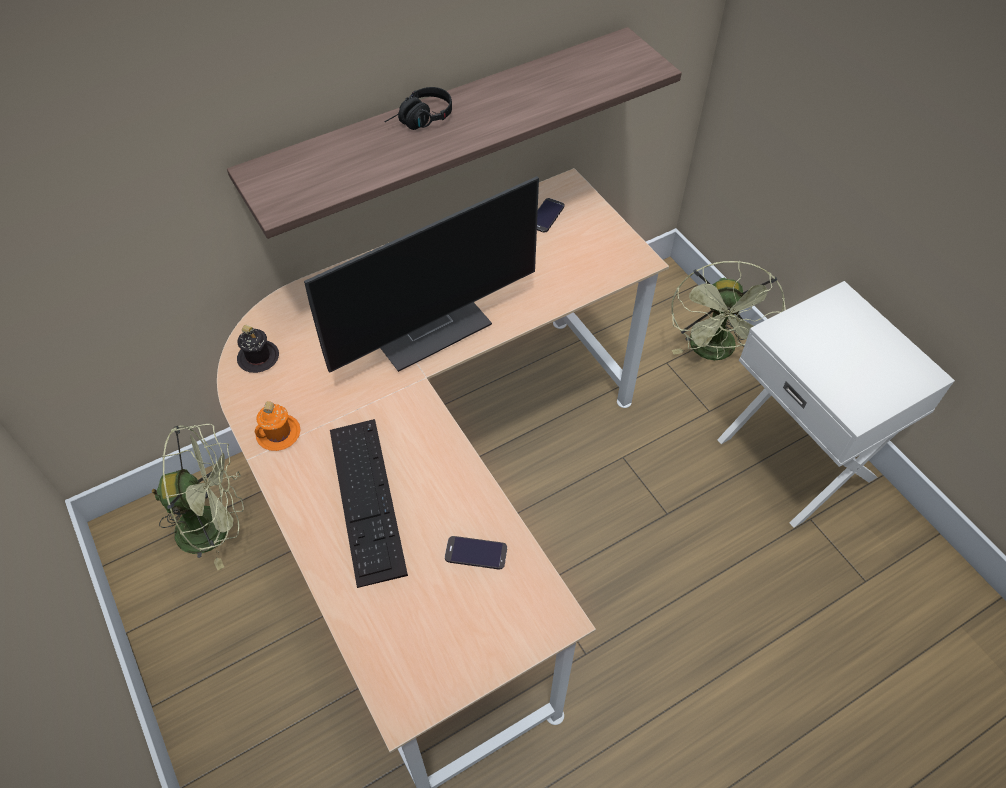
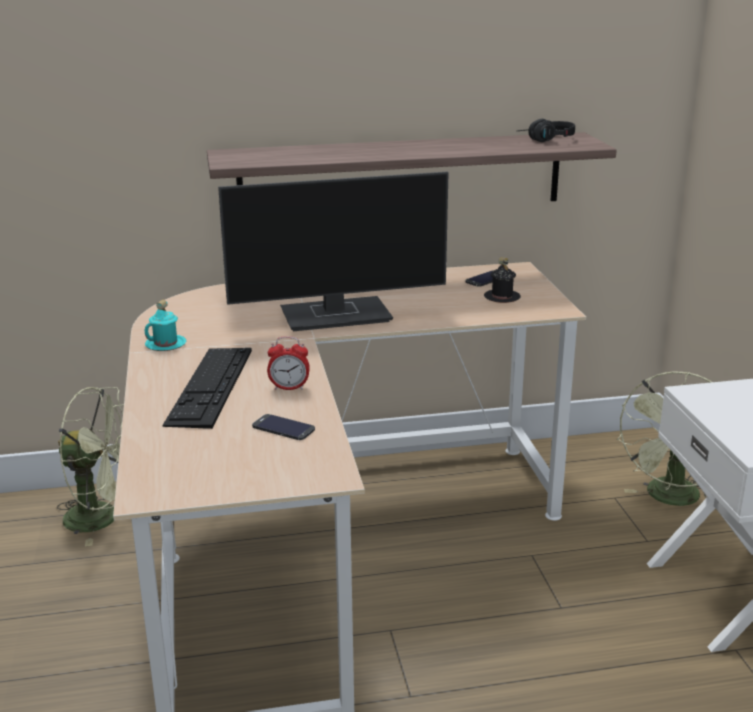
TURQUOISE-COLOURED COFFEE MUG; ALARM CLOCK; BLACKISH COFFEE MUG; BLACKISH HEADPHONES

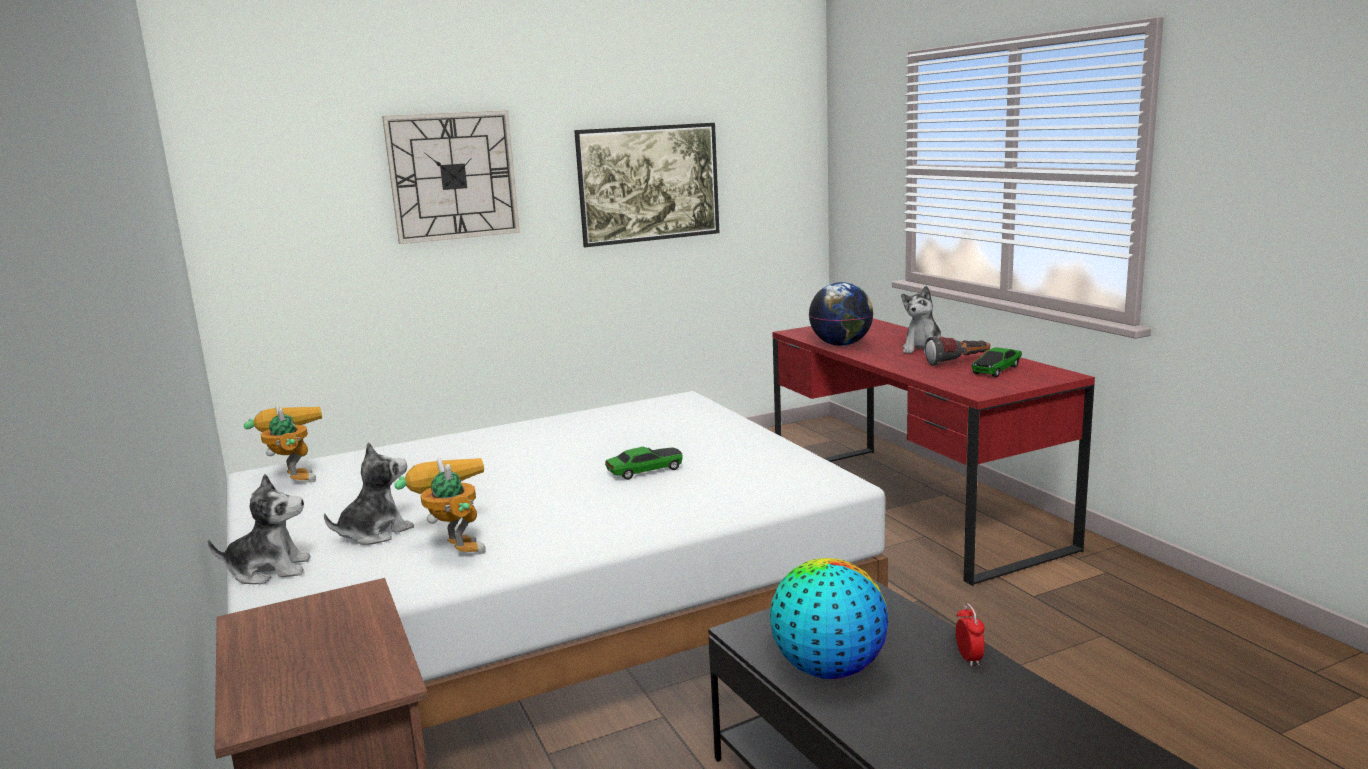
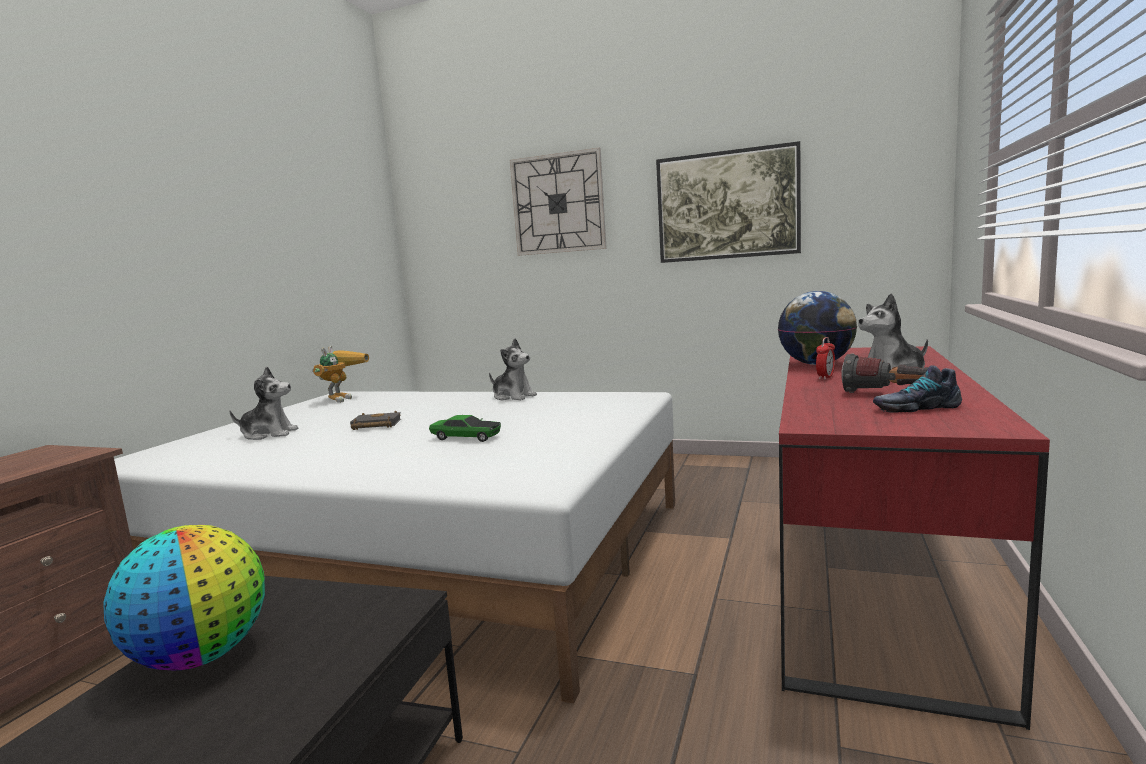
BLACKISH BOUND BOOK; PLUSH TOY (2nd from left); ALARM CLOCK; SHOE; ROBOT FIGURE (2nd from left in the first image)

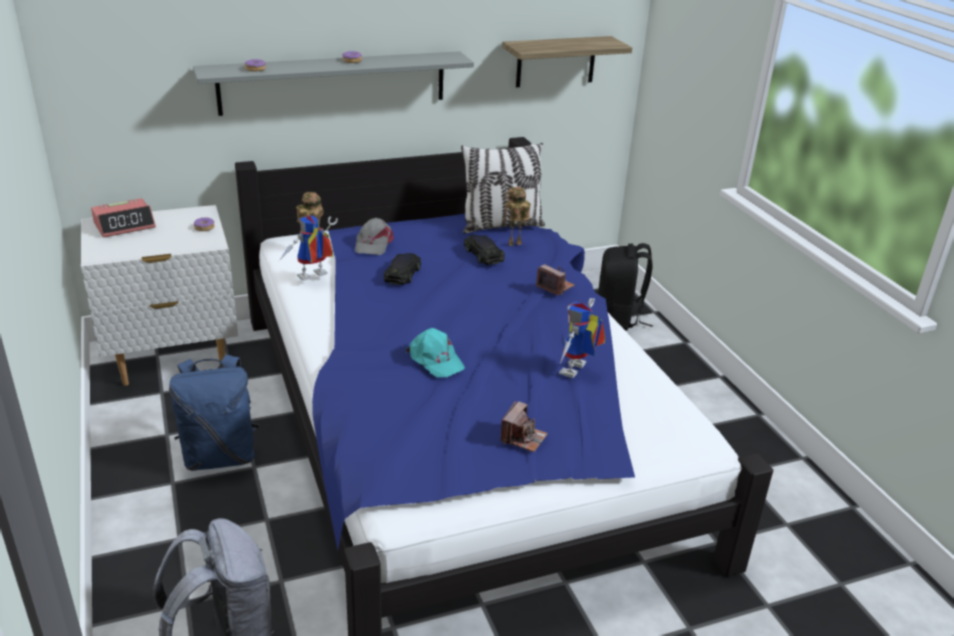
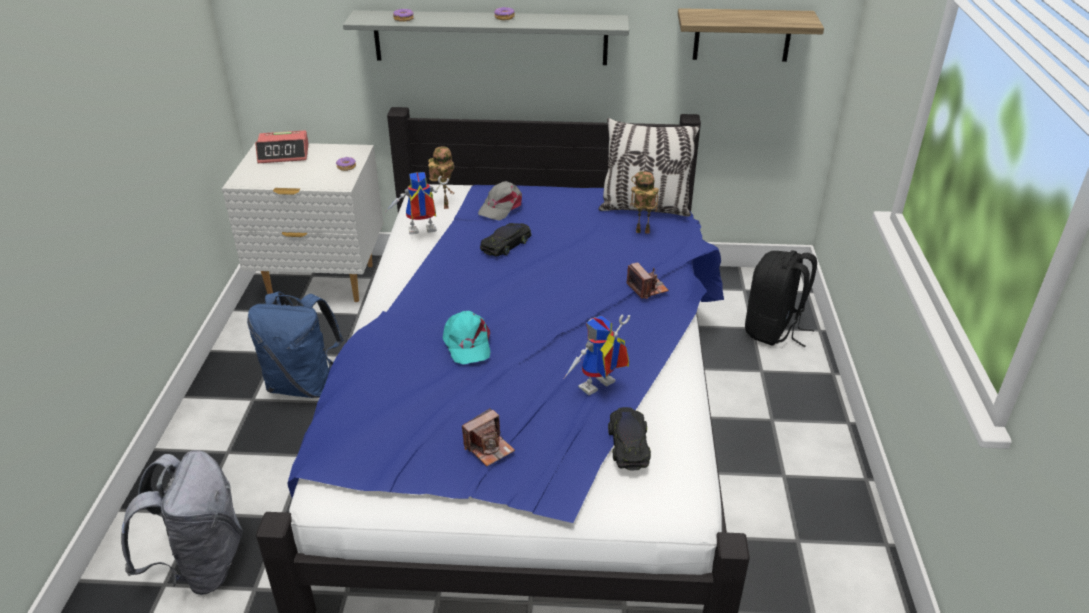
BLACKISH TOY CAR (2nd from left)

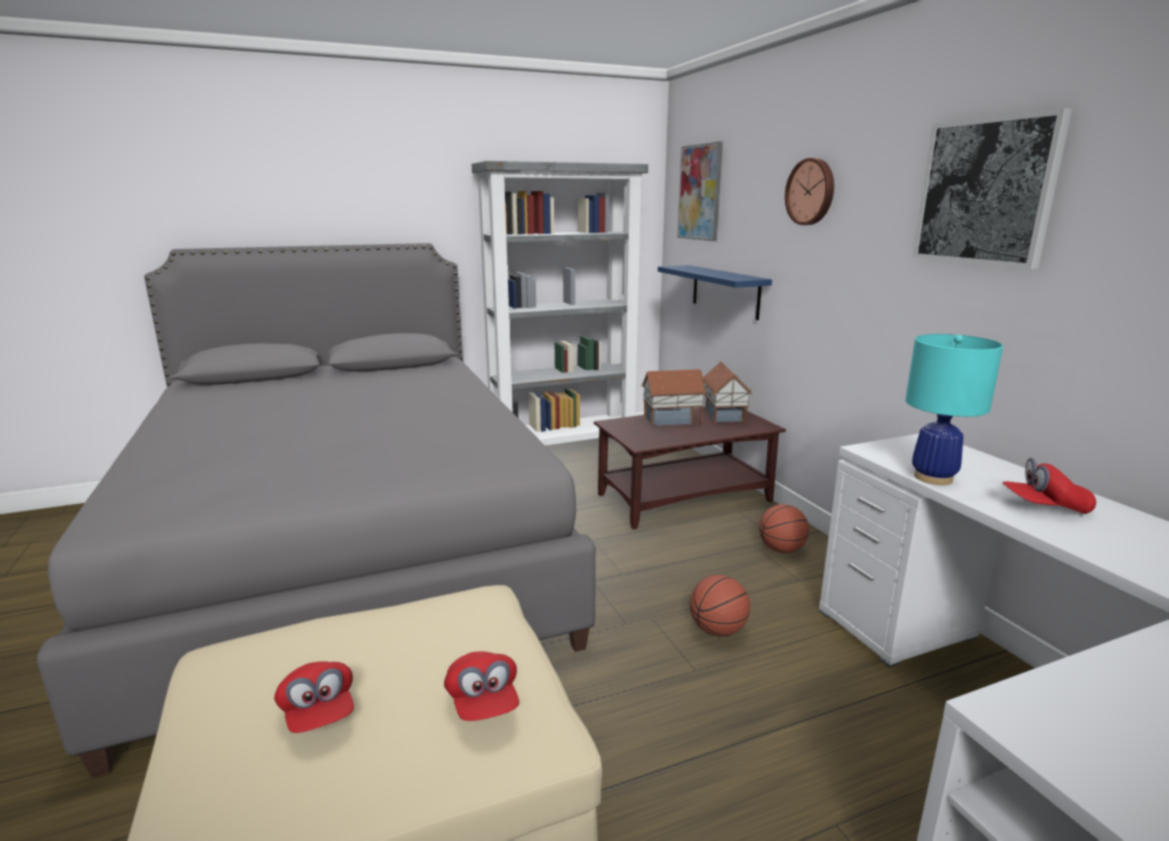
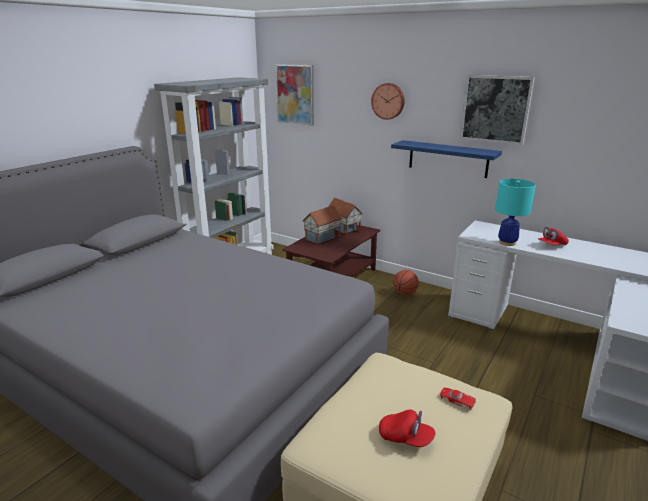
BLUE-COLOURED WALL SHELF; RED-COLOURED TOY CAR; BASKETBALL BALL (1st from left in the first image)

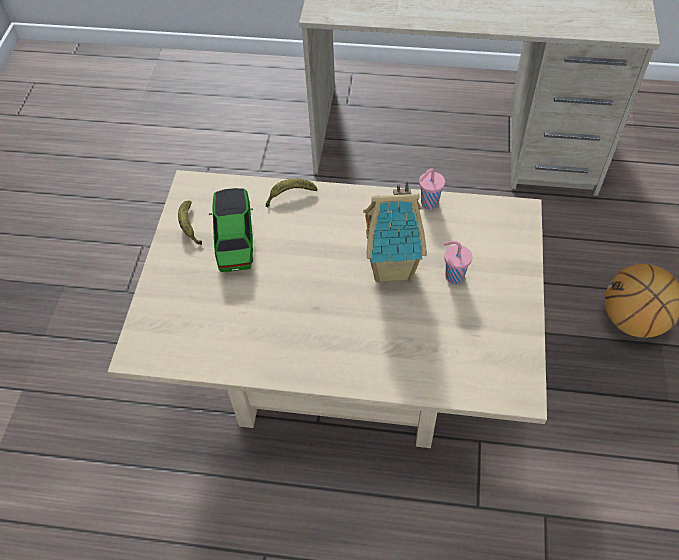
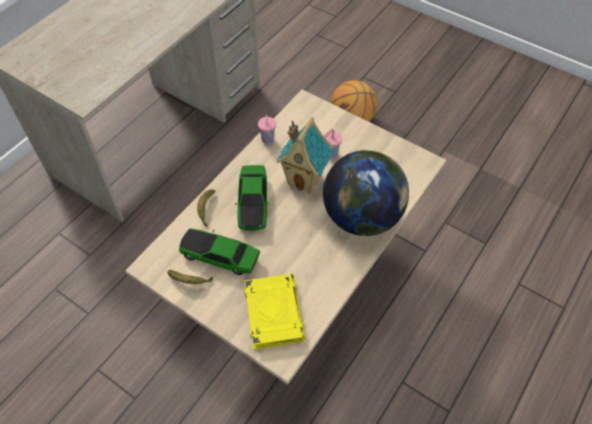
TOY CAR (2nd from left); YELLOW BOUND BOOK; WORLD GLOBE

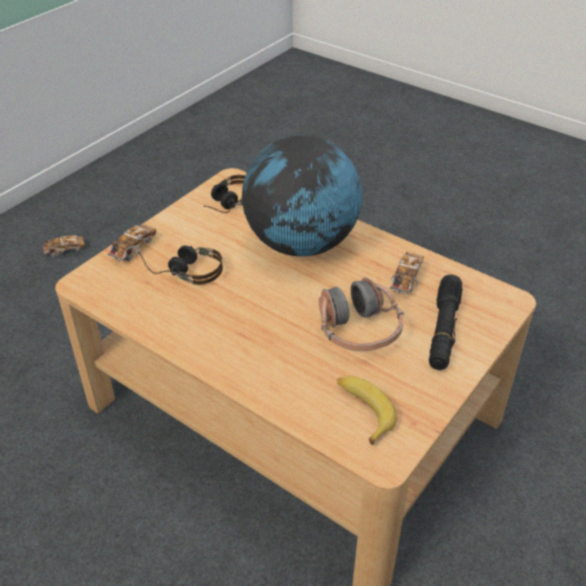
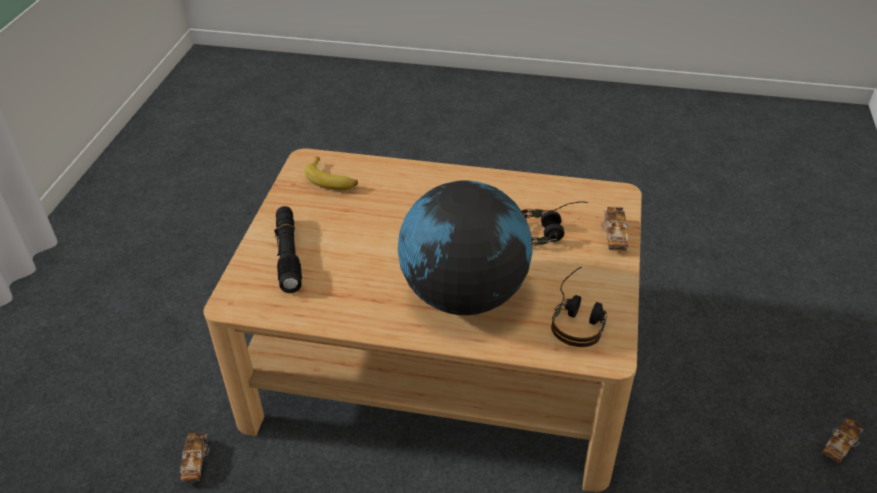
TOY CAR (1st from left); HEADPHONES (3rd from left in the first image)

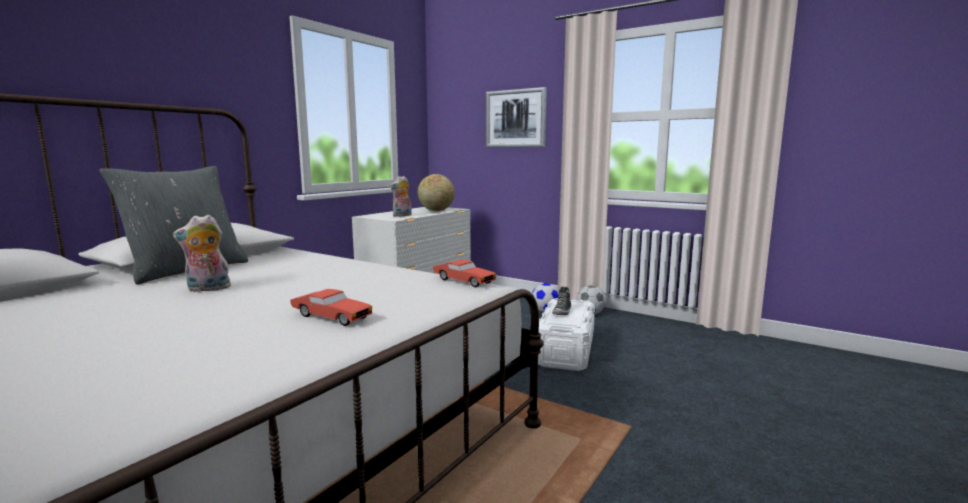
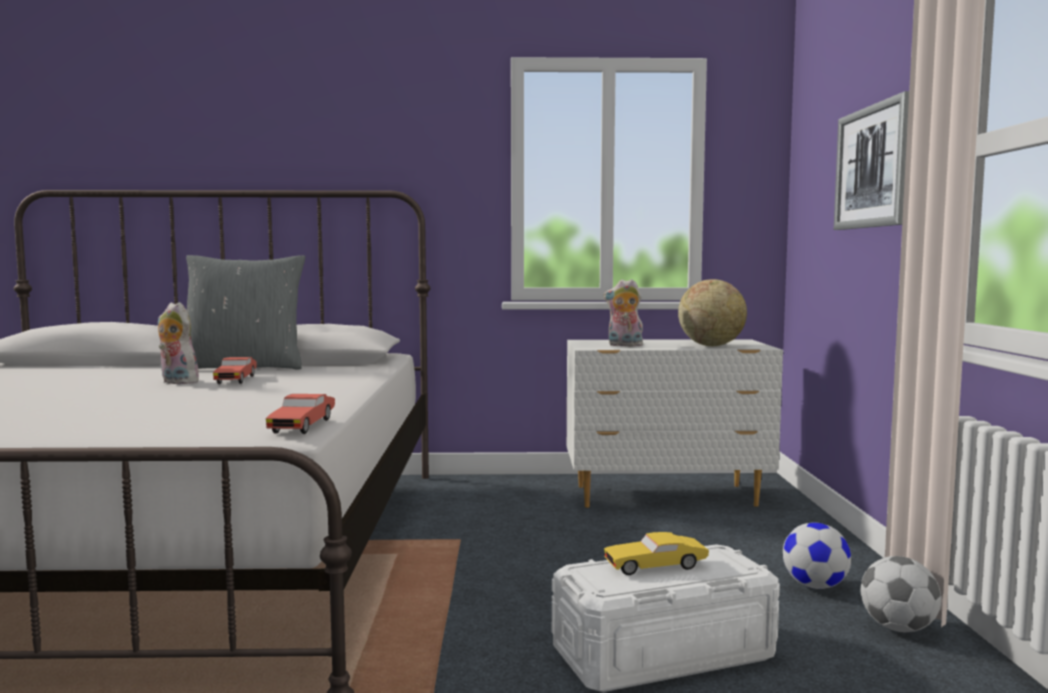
RED-COLOURED TOY CAR (1st from left); YELLOW TOY CAR

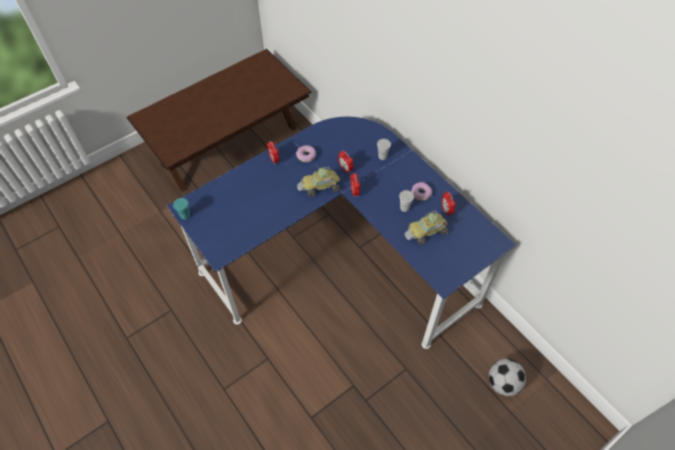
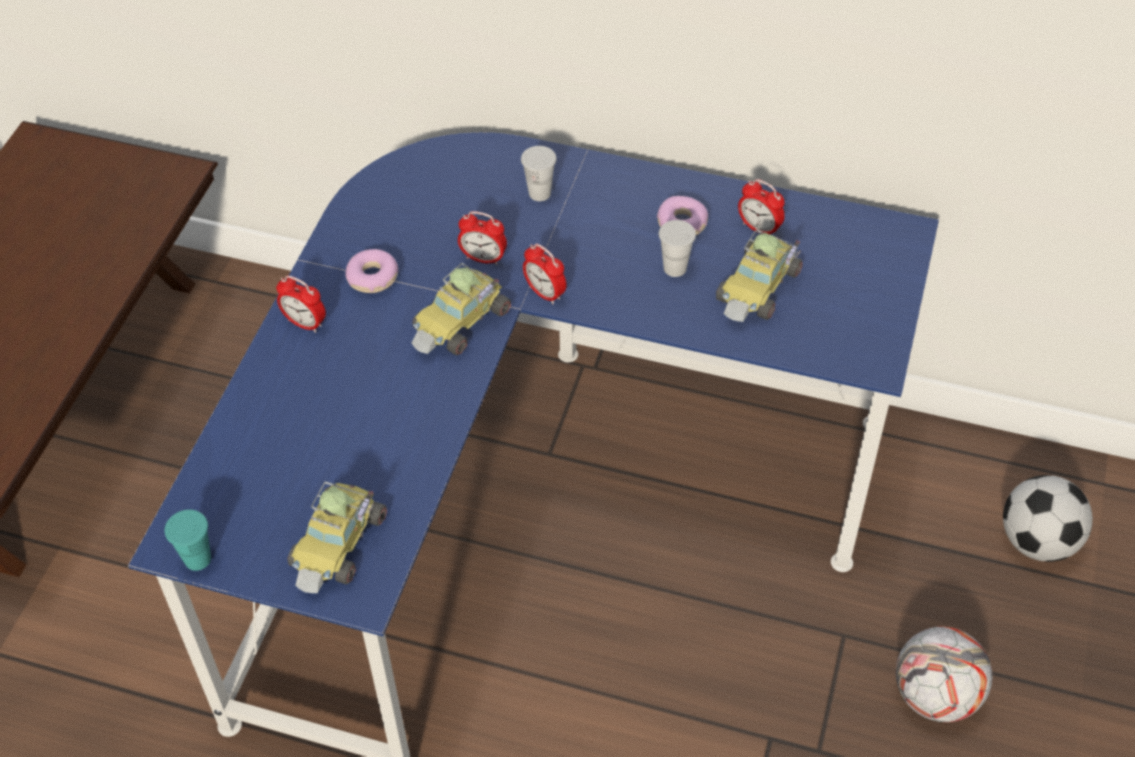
TOY CAR (1st from left); FOOTBALL BALL (1st from left)

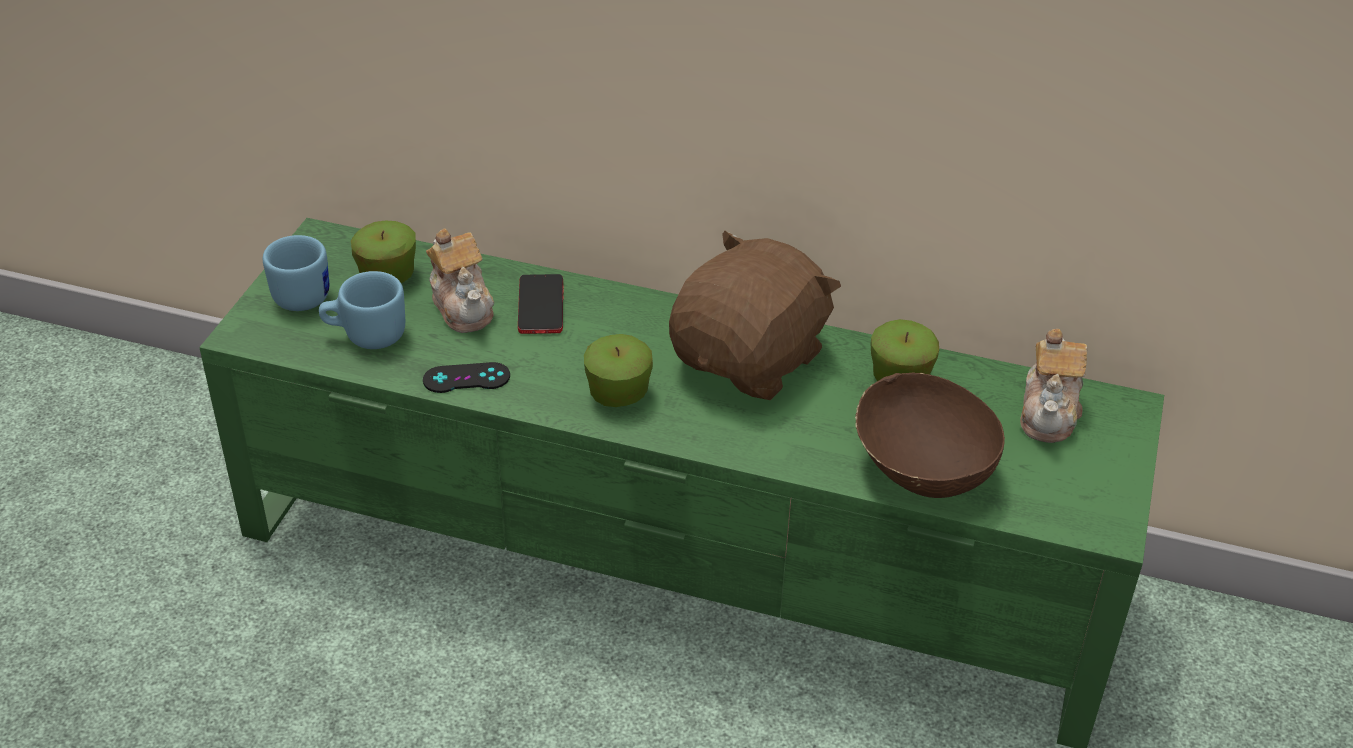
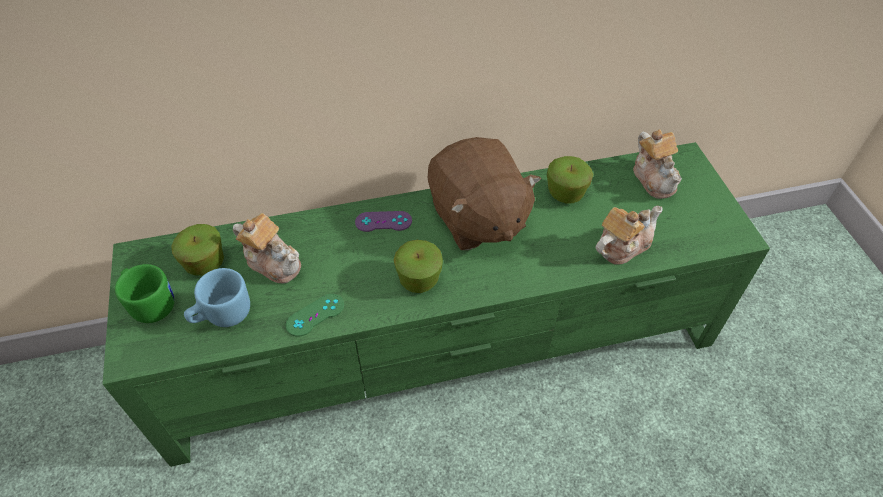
GREEN-COLOURED COFFEE MUG; GREEN-COLOURED GAMEPAD; PURPLISH GAMEPAD; BROWN-COLOURED PLUSH TOY; TEAPOT (2nd from left); HANDSET

